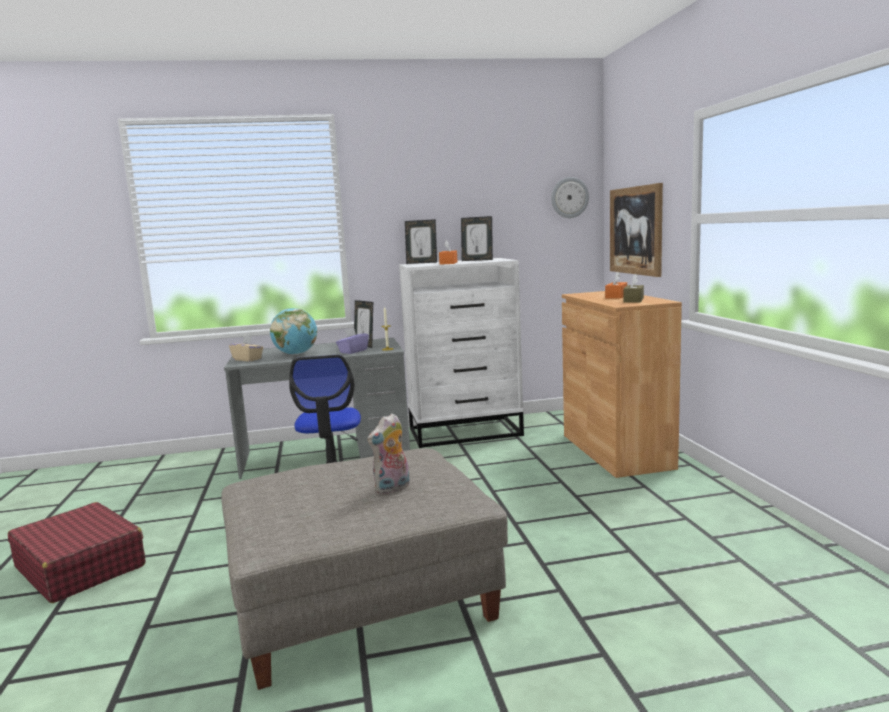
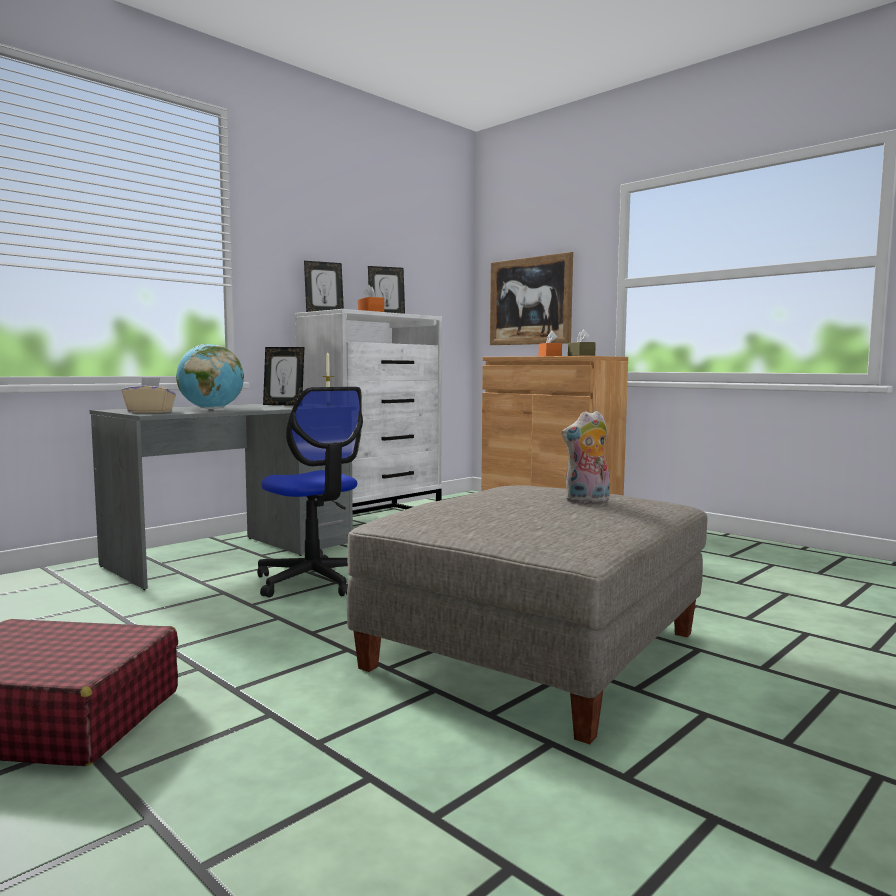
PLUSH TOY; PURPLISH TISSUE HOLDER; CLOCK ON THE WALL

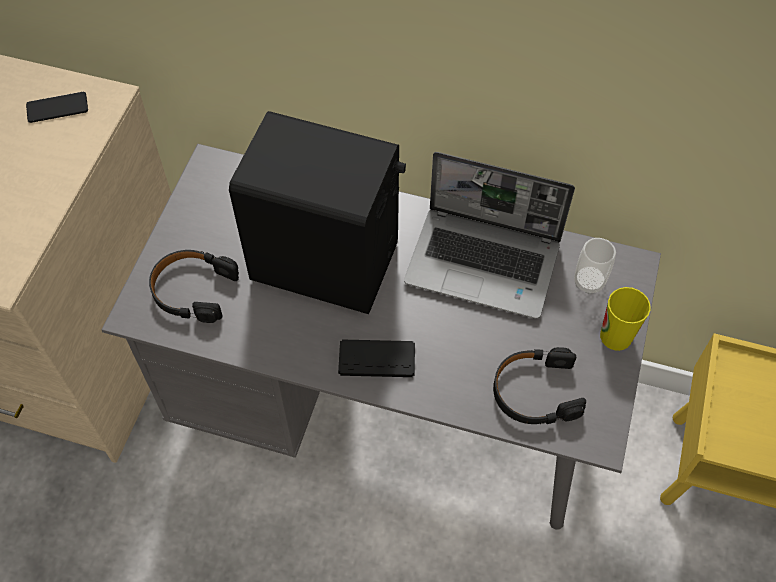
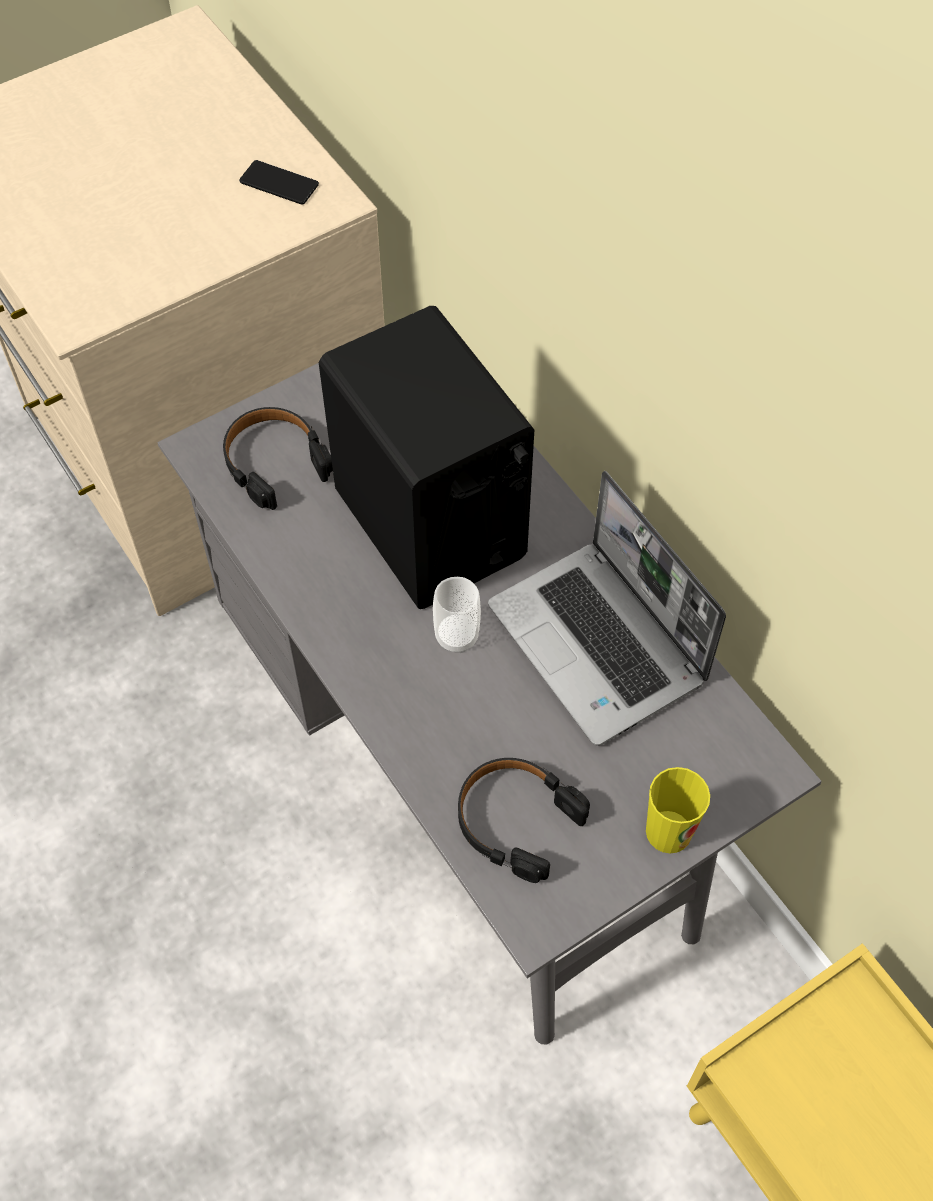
CUP (1st from left); BLACKISH GAMEPAD

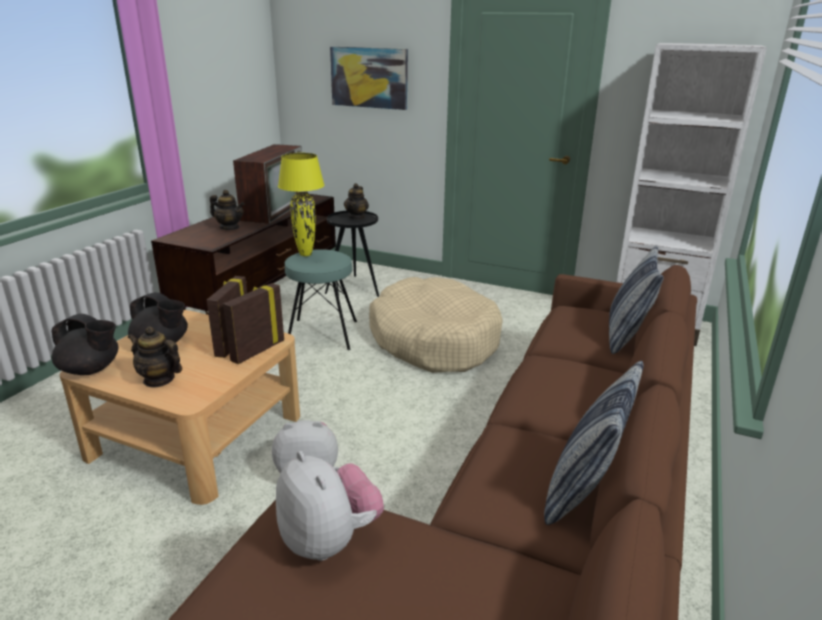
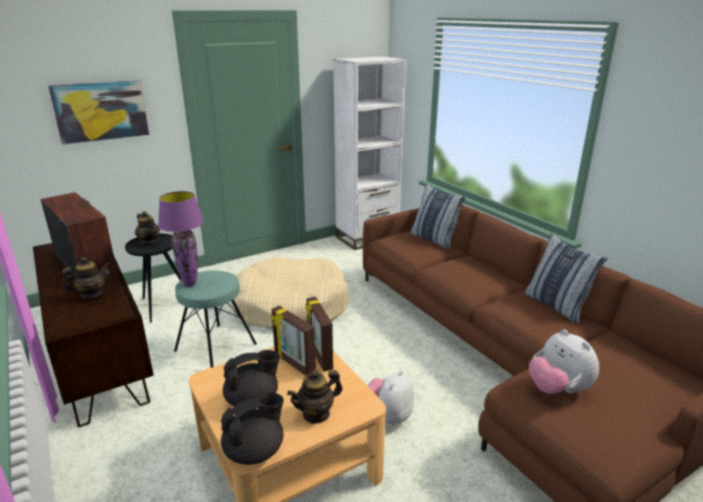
PURPLISH TABLE LAMP; PLUSH TOY (2nd from left)

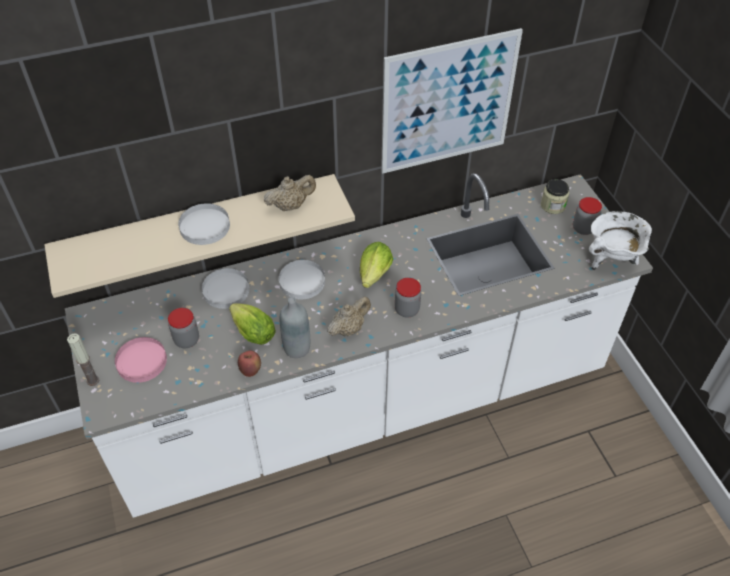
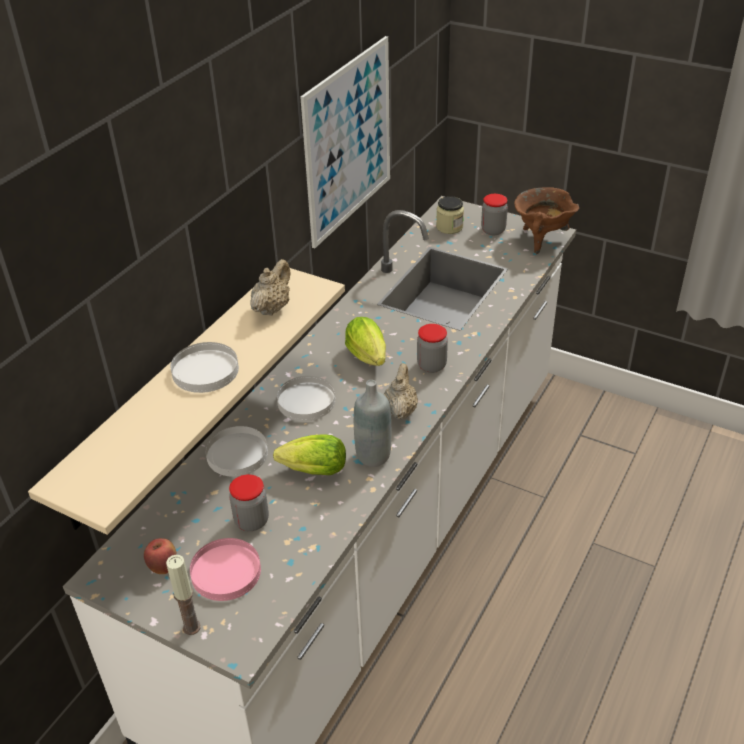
WHOLE APPLE; BROWN-COLOURED COOKING POT

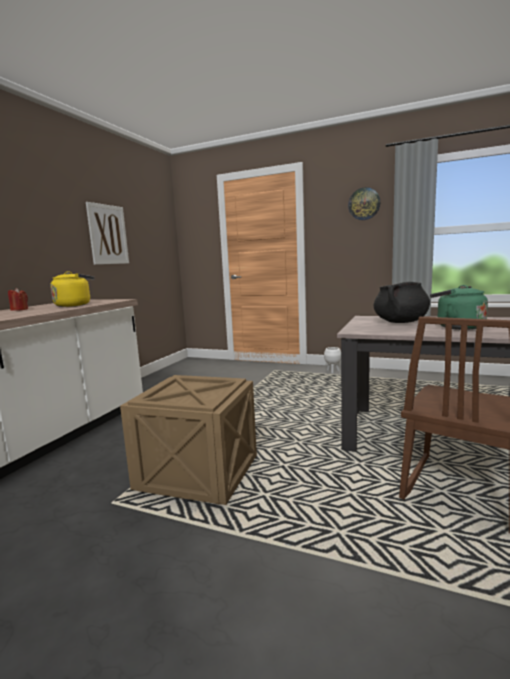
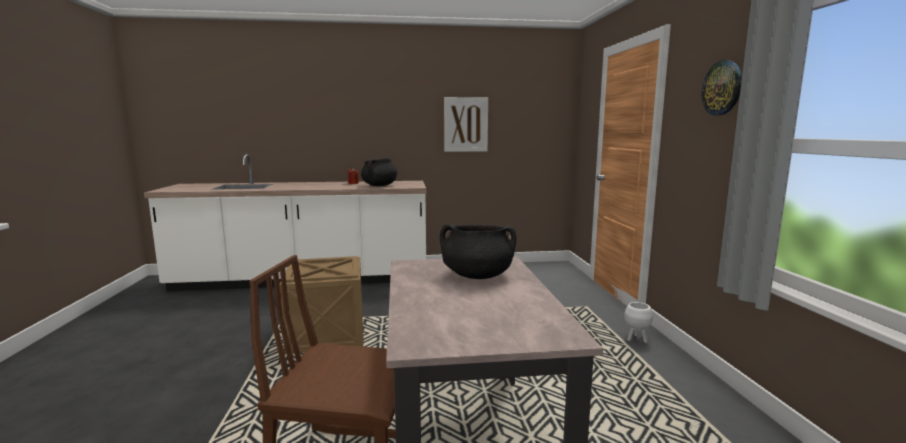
BLACKISH COOKING POT (1st from left); GREEN-COLOURED KETTLE

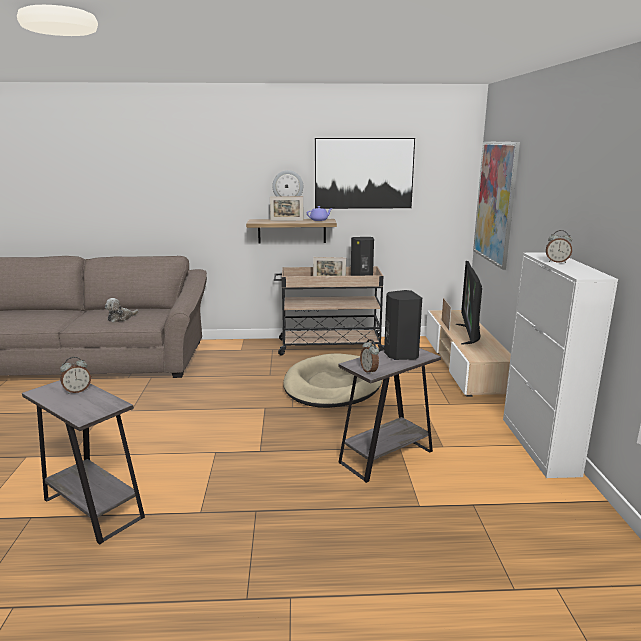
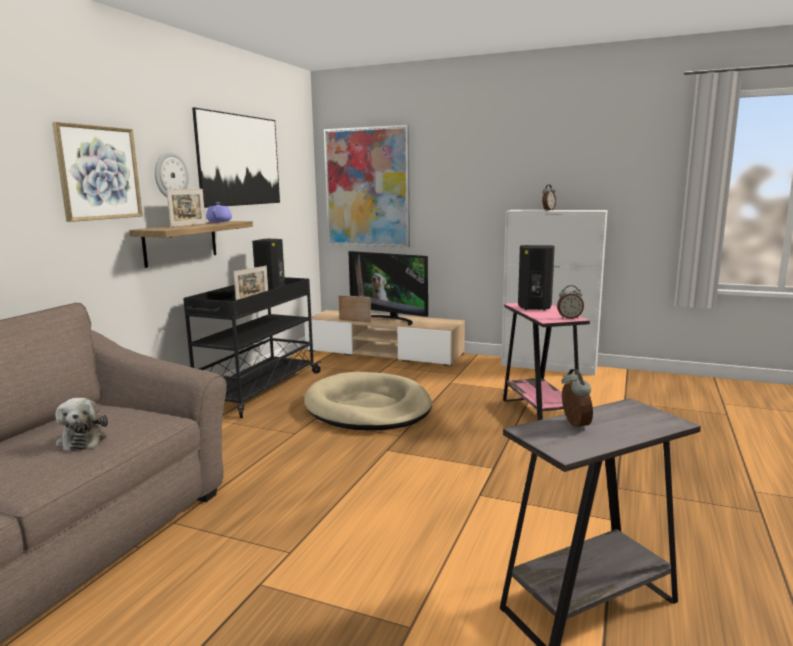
WALL PICTURE (1st from left); BLACKISH CART; PINK-COLOURED ACCENT TABLE

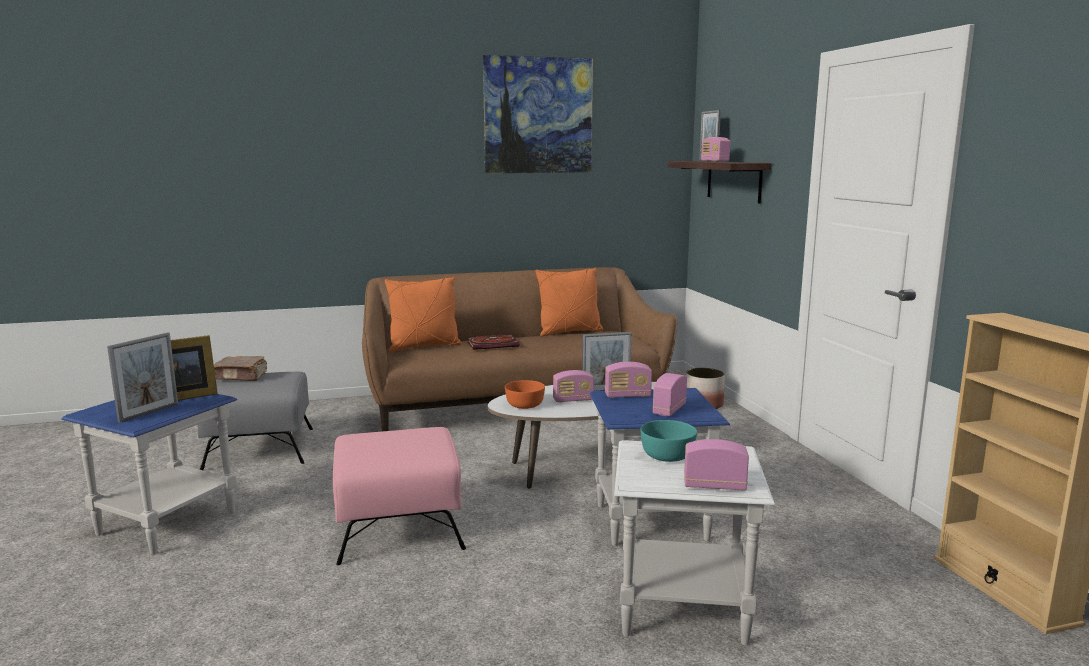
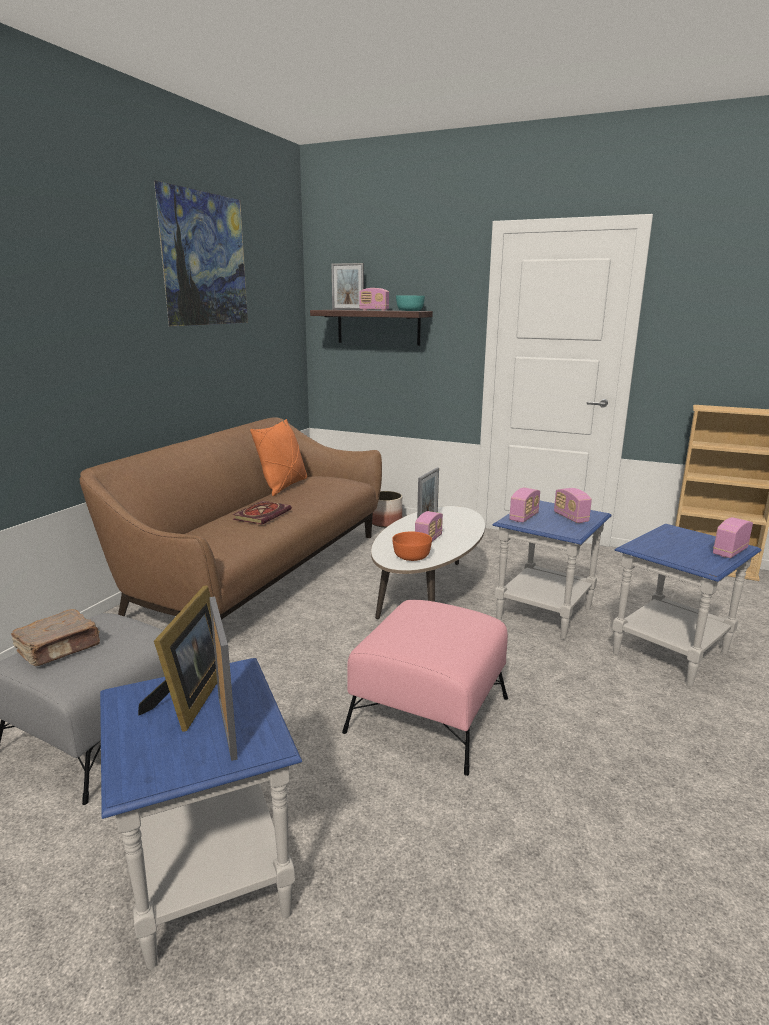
TURQUOISE-COLOURED BOWL; BLUE-COLOURED ACCENT TABLE (3rd from left); ORANGEY THROW PILLOW (1st from left in the first image)

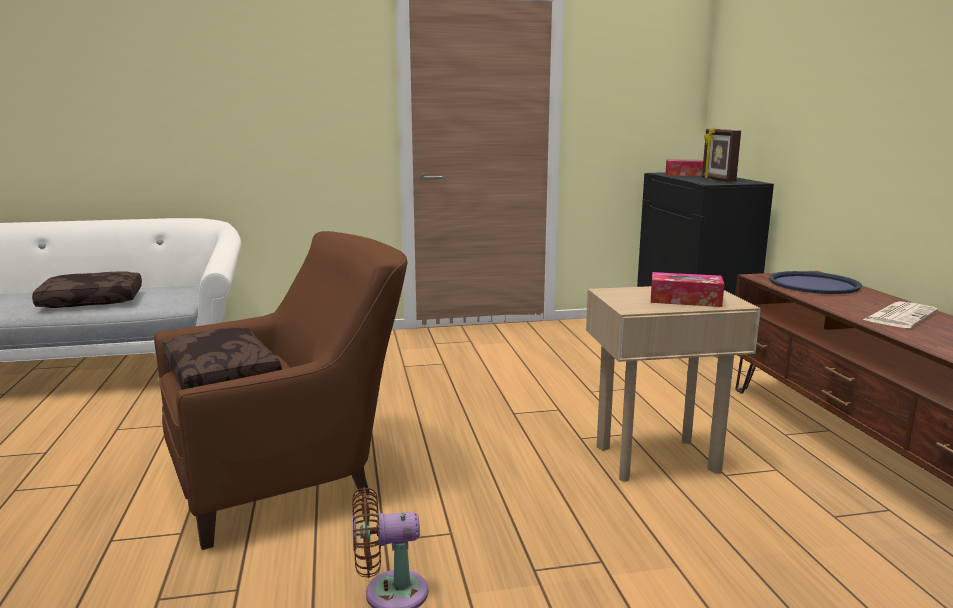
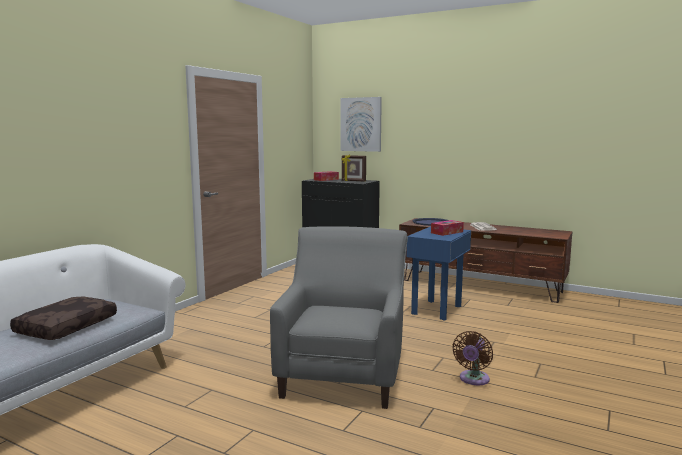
GRAY EASY CHAIR; WALL PICTURE; BLUE-COLOURED ACCENT TABLE; BROWN-COLOURED THROW PILLOW (2nd from left in the first image)

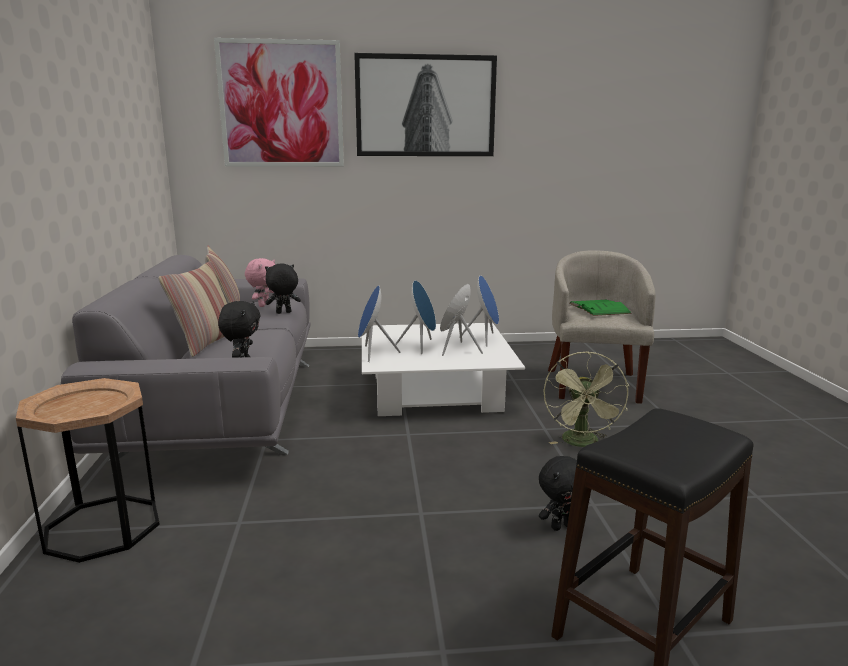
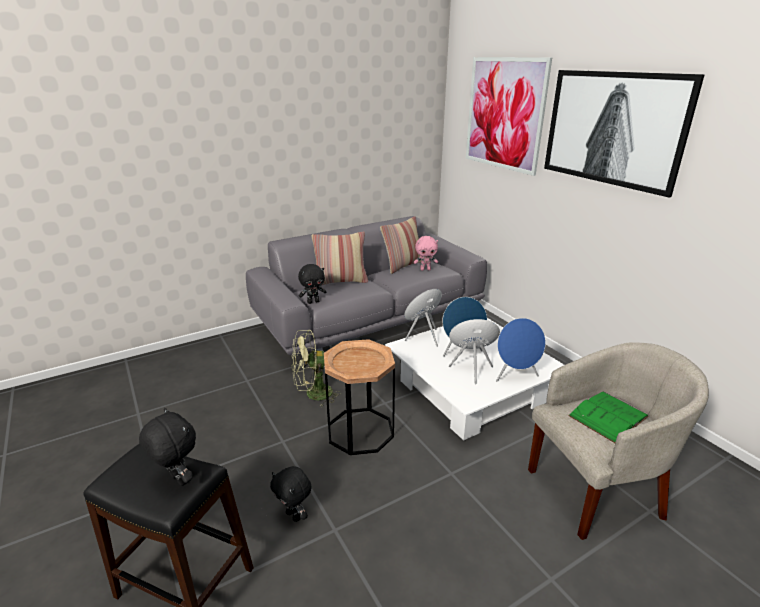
BLACKISH PLUSH TOY (1st from left); GREEN-COLOURED ELECTRIC FAN; BROWN-COLOURED ACCENT TABLE

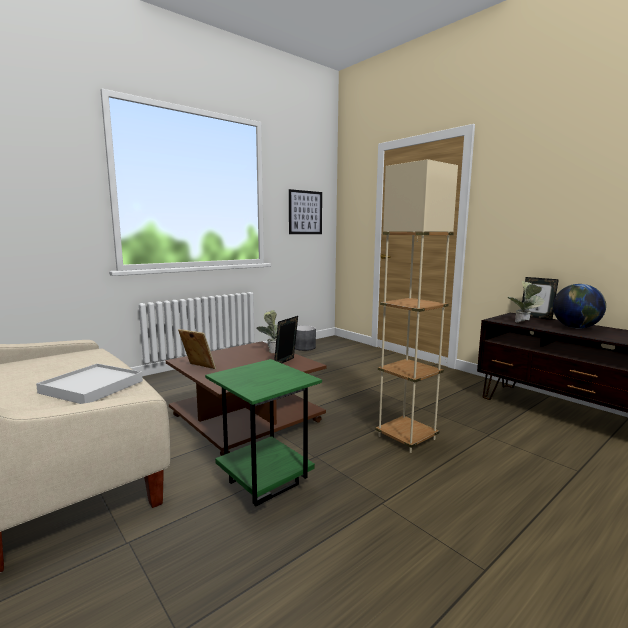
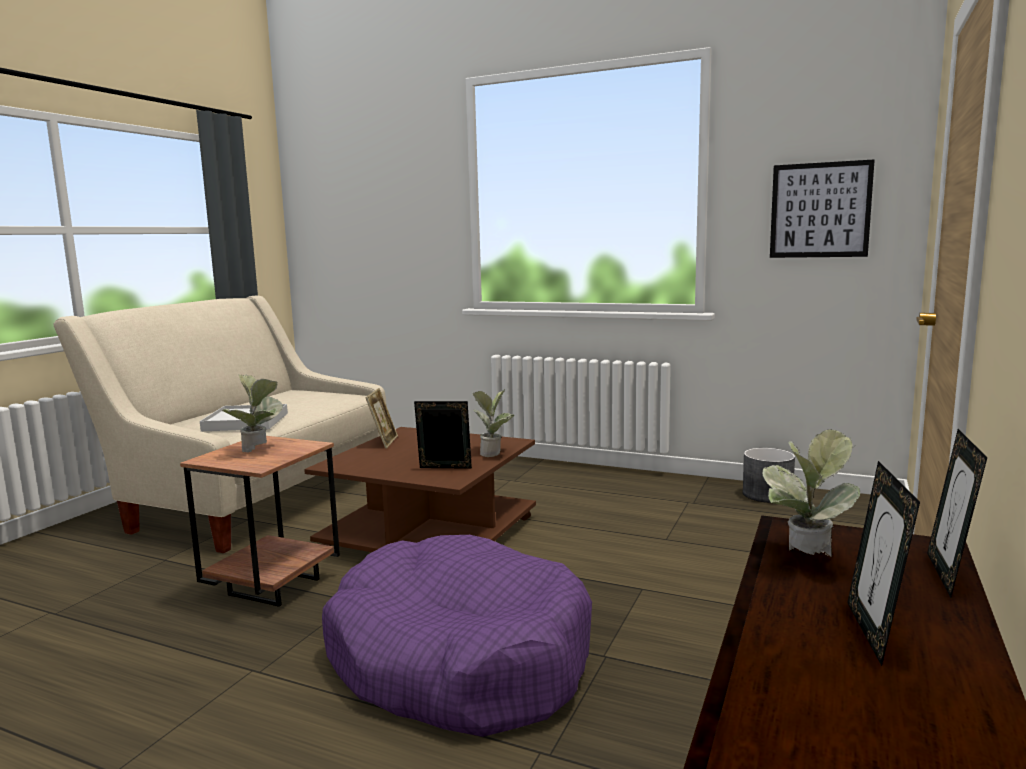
BROWN-COLOURED ACCENT TABLE; HOUSEPLANT (1st from left); PURPLISH PET BED; PICTURE FRAME (3rd from left)

